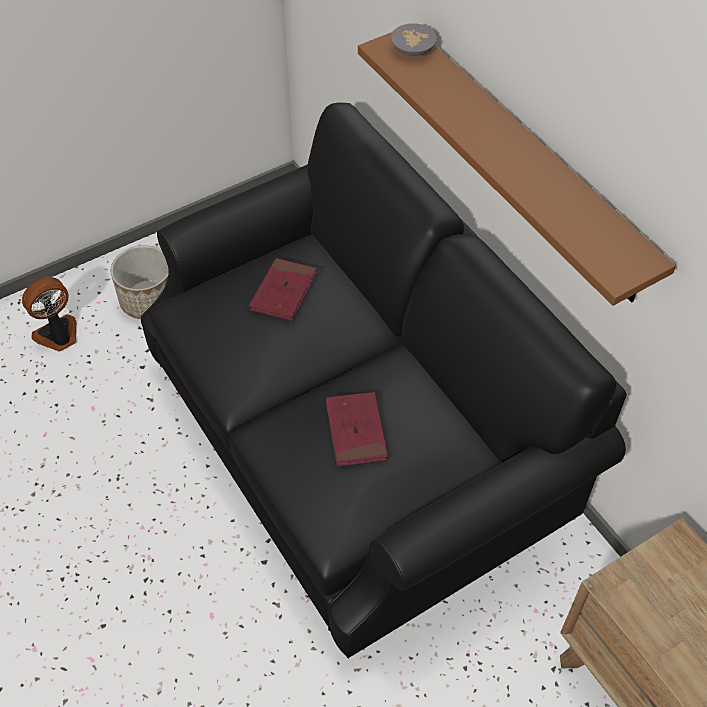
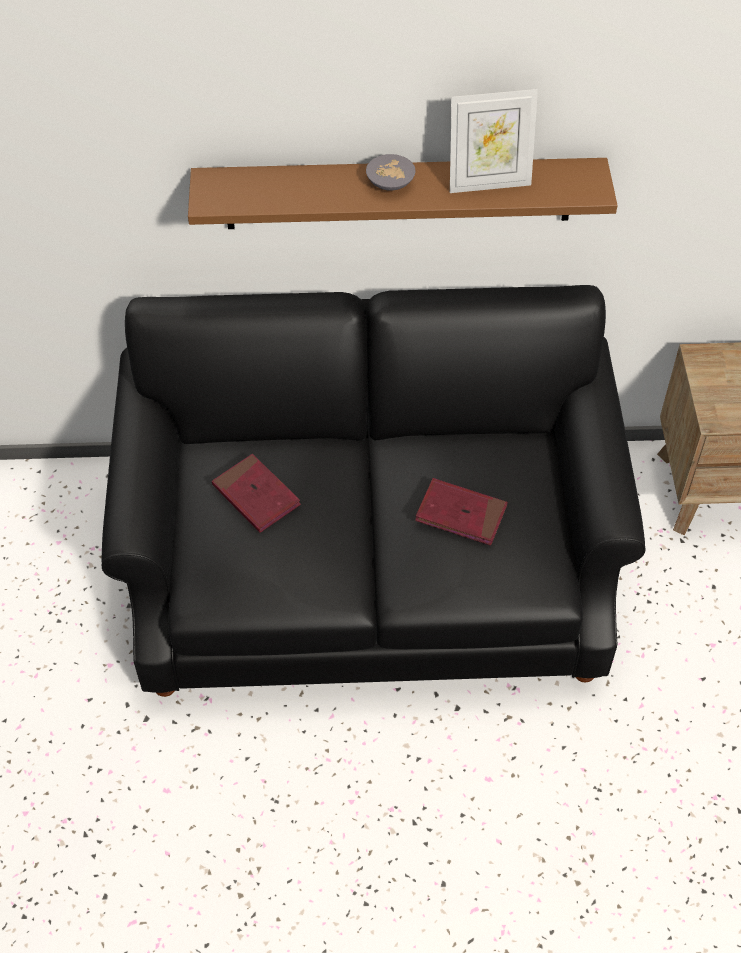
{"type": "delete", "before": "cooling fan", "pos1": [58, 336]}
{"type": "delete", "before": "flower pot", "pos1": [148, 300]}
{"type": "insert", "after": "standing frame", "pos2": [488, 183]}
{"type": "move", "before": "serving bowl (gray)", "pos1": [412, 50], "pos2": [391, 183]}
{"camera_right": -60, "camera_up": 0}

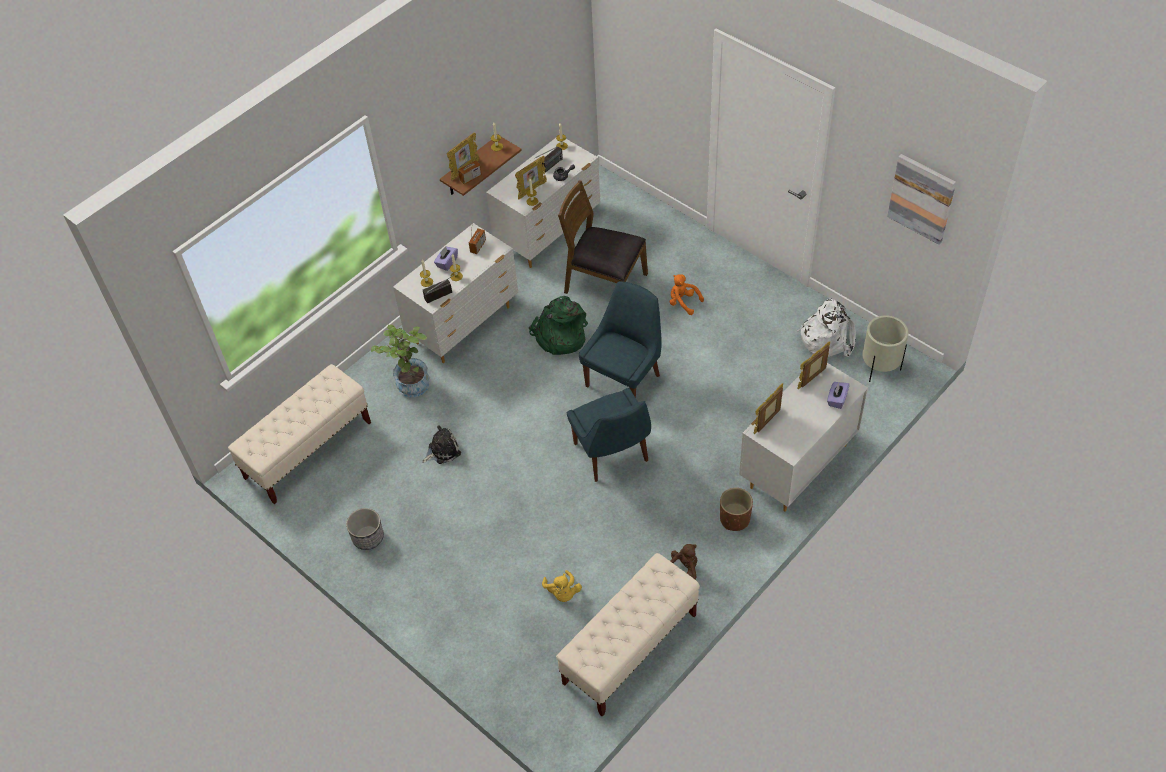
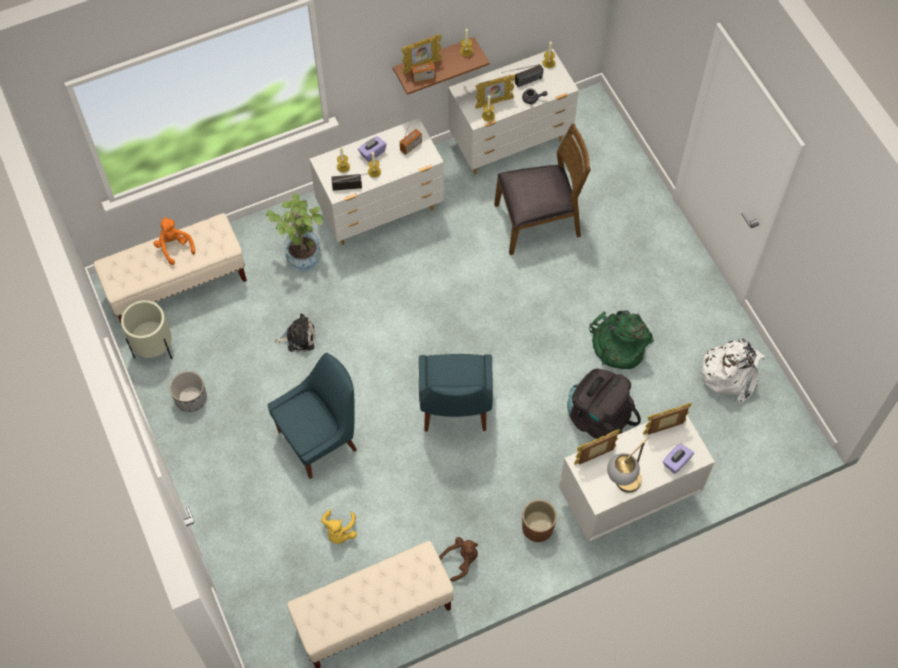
{"type": "delete", "before": "wall picture", "pos1": [922, 198]}
{"type": "insert", "after": "rucksack (blackish)", "pos2": [598, 418]}
{"type": "insert", "after": "lamp for a table", "pos2": [622, 487]}
{"type": "move", "before": "rucksack (greenish)", "pos1": [559, 336], "pos2": [618, 344]}
{"type": "move", "before": "upright chair (blue-coloured)", "pos1": [624, 379], "pos2": [320, 439]}
{"type": "move", "before": "soft toy (orange-coloured)", "pos1": [683, 302], "pos2": [174, 247]}
{"type": "move", "before": "flower pot (sand-coloured)", "pos1": [879, 368], "pos2": [154, 348]}
{"type": "rotate", "before": "upright chair (brown)", "pos1": [604, 284], "pos2": [538, 221], "turn": 120}
{"camera_right": 20, "camera_up": 10}

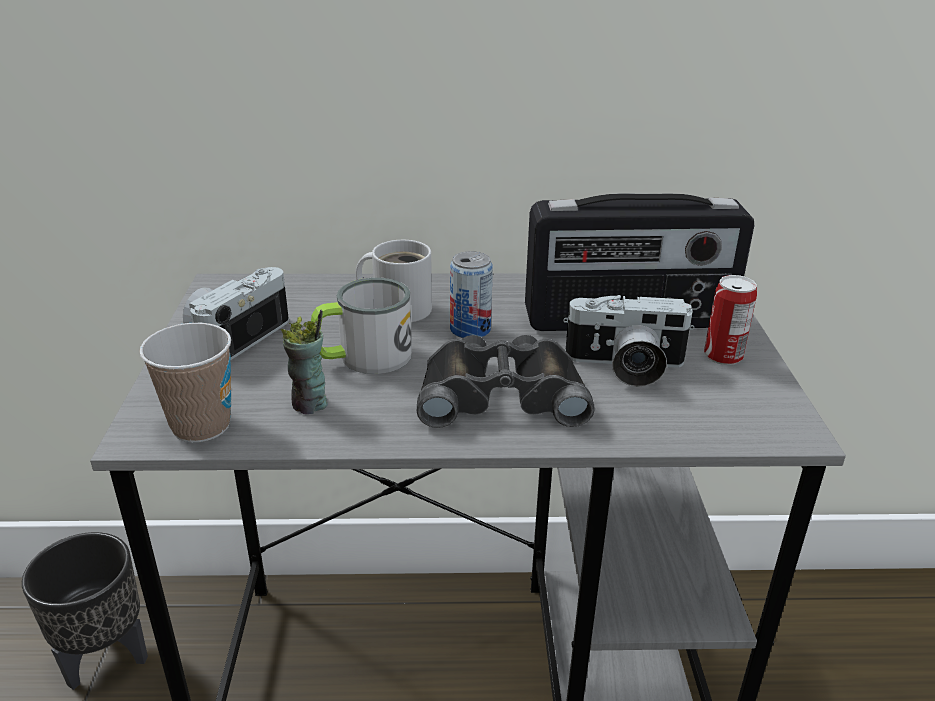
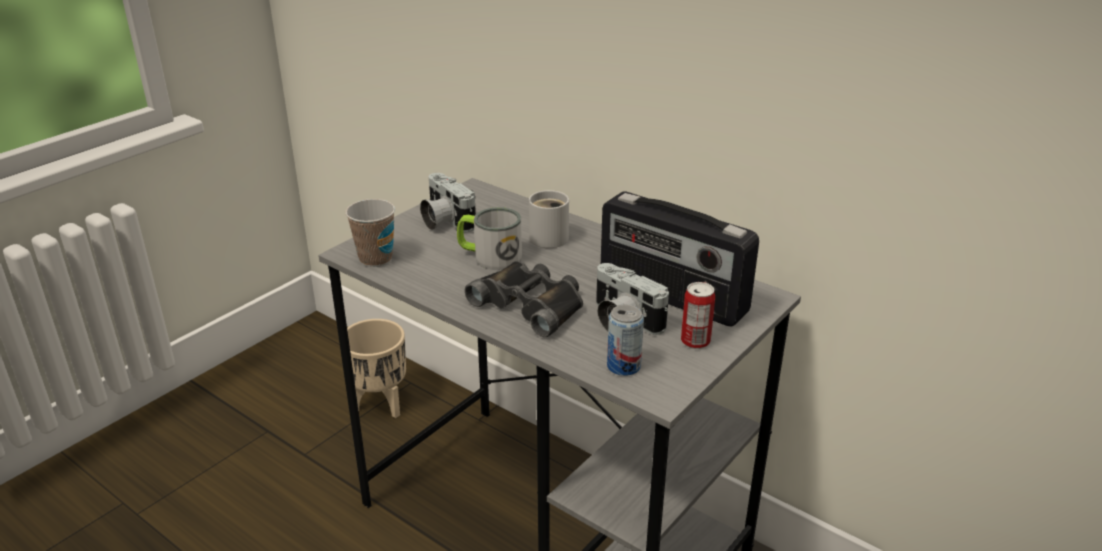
{"type": "delete", "before": "cup", "pos1": [310, 404]}
{"type": "move", "before": "metal can", "pos1": [470, 329], "pos2": [623, 366]}
{"type": "recolor", "before": "flower pot (blackish)", "after": "flower pot (sand-coloured)", "pos1": [106, 657], "pos2": [381, 404]}
{"type": "rotate", "before": "still camera", "pos1": [235, 337], "pos2": [444, 221], "turn": -105}
{"camera_right": 40, "camera_up": 0}

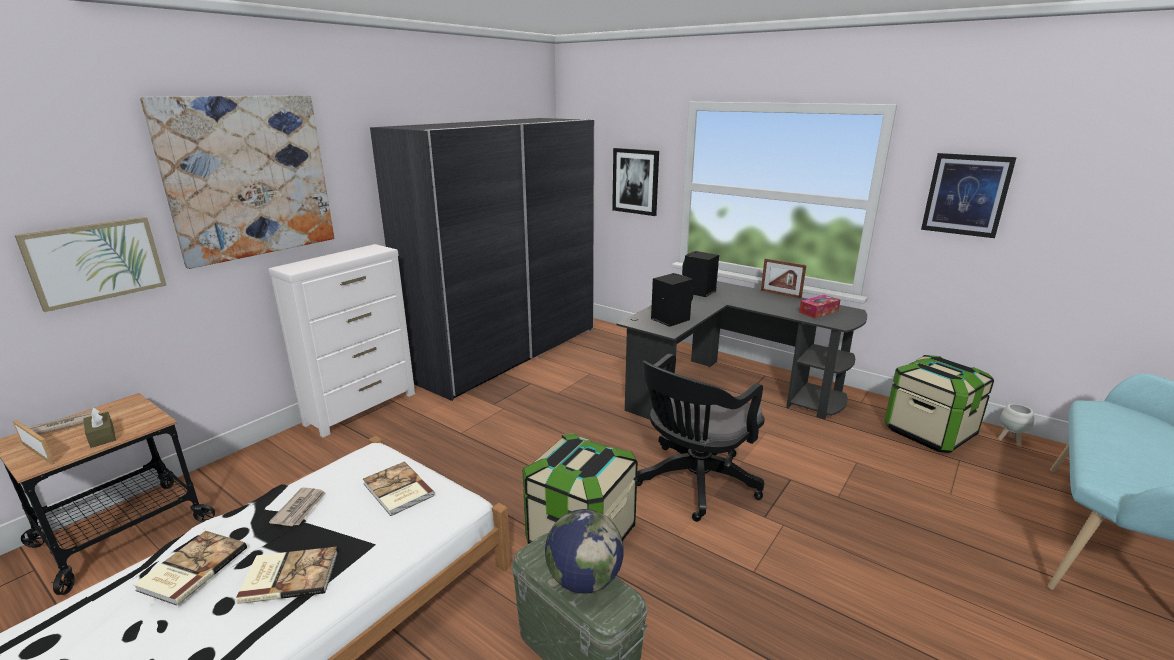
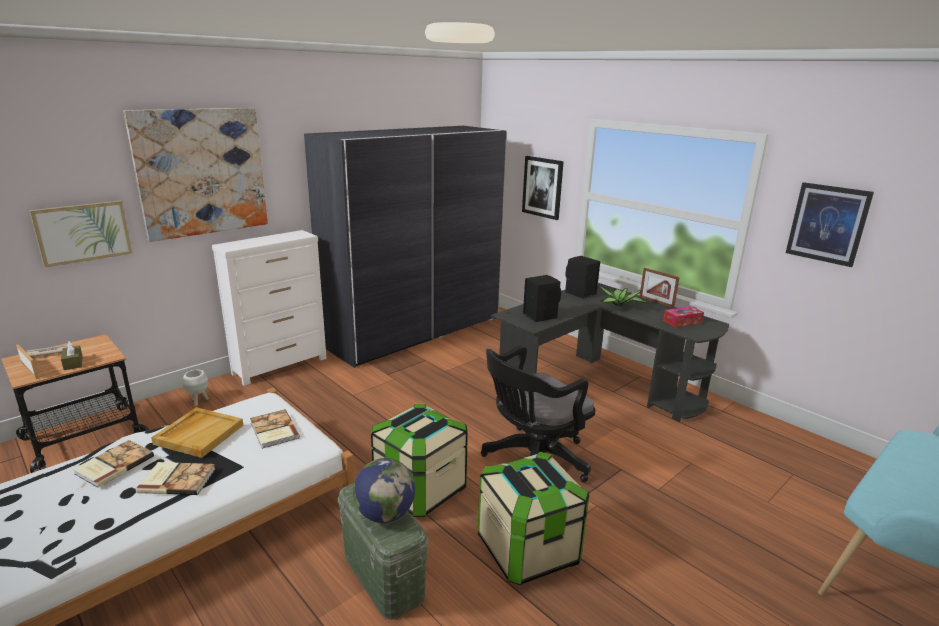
{"type": "insert", "after": "plant in a pot", "pos2": [619, 306]}
{"type": "move", "before": "storage box", "pos1": [928, 432], "pos2": [528, 549]}
{"type": "move", "before": "flower pot (white-coloured)", "pos1": [1009, 440], "pos2": [199, 401]}
{"type": "replace", "before": "daily paper", "after": "tray (sand-coloured)", "pos1": [300, 508], "pos2": [199, 434]}
{"camera_right": 10, "camera_up": 0}

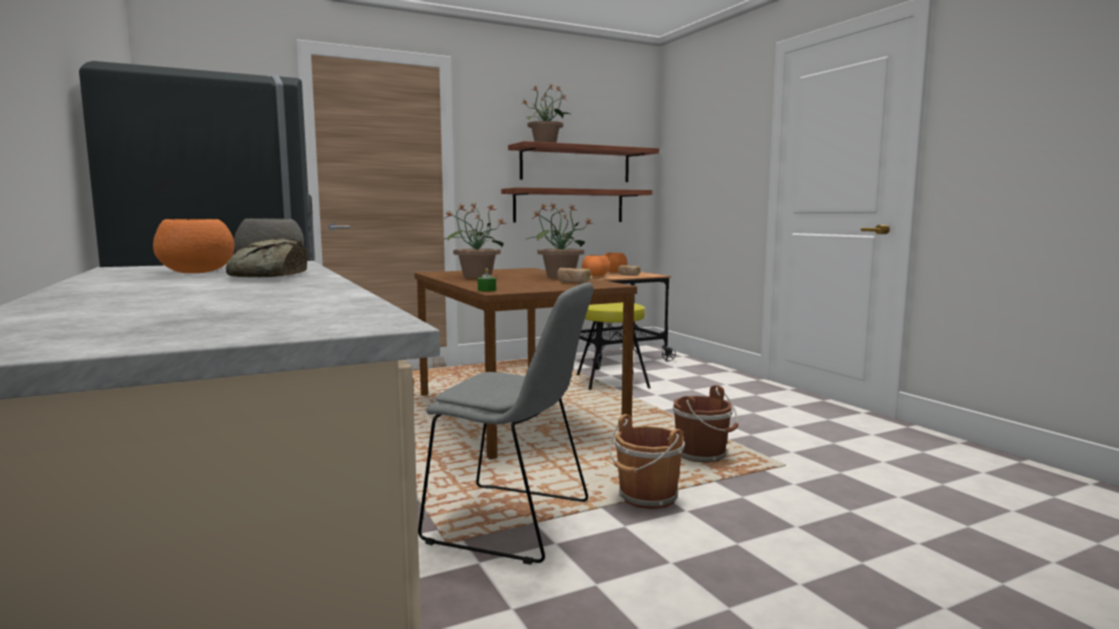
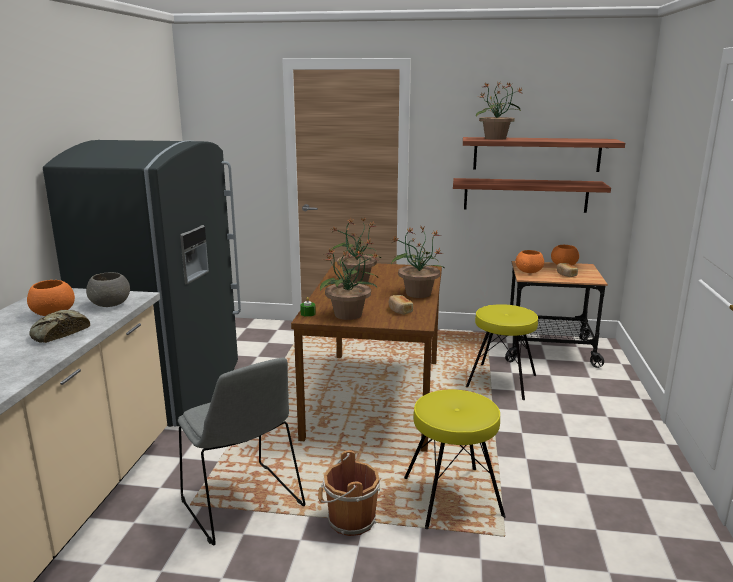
{"type": "insert", "after": "plant in a pot", "pos2": [349, 315]}
{"type": "replace", "before": "water bucket (brown)", "after": "stool seat (yellowish)", "pos1": [703, 455], "pos2": [452, 496]}
{"camera_right": 35, "camera_up": 10}

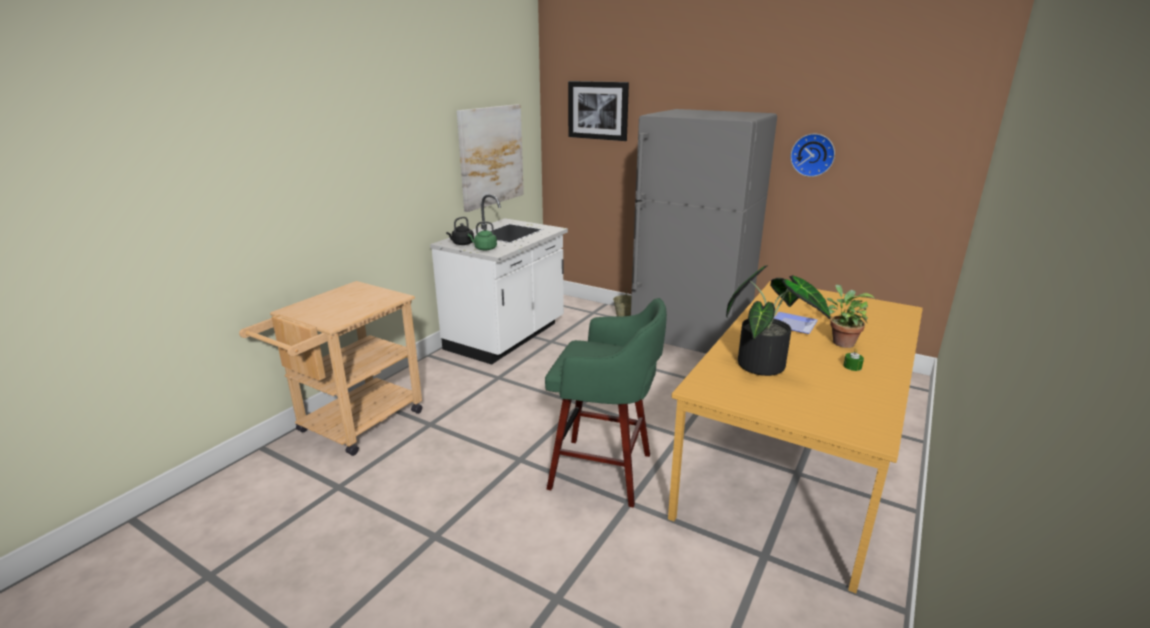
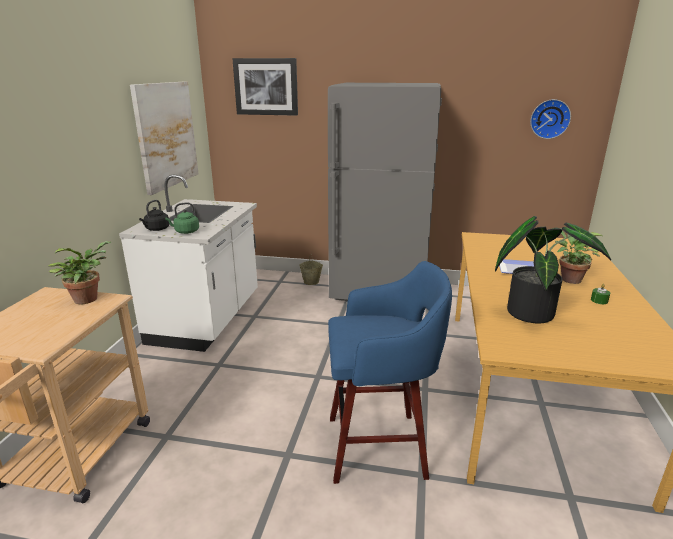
{"type": "insert", "after": "plant in a pot", "pos2": [88, 298]}
{"type": "move", "before": "hanging clock", "pos1": [813, 154], "pos2": [549, 119]}
{"type": "recolor", "before": "stool seat (greenish)", "after": "stool seat (blue-coloured)", "pos1": [604, 472], "pos2": [380, 446]}
{"camera_right": -20, "camera_up": 0}

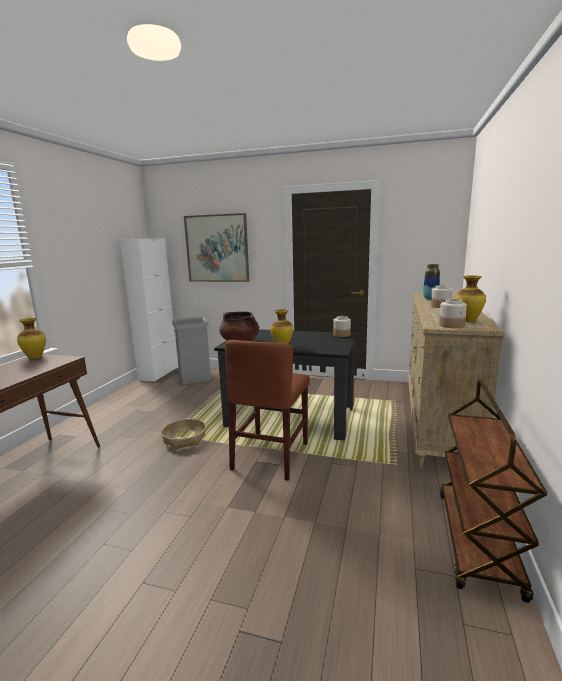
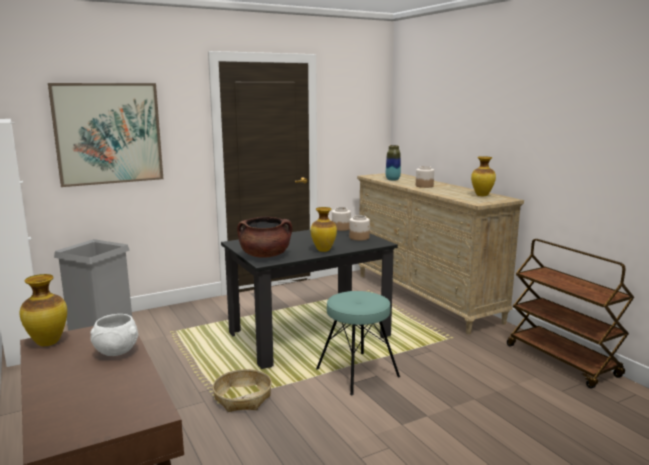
{"type": "insert", "after": "serving bowl (white-coloured)", "pos2": [117, 353]}
{"type": "move", "before": "jar", "pos1": [452, 325], "pos2": [359, 237]}
{"type": "replace", "before": "upright chair (brown)", "after": "stool seat (blue-green)", "pos1": [271, 456], "pos2": [357, 372]}
{"camera_right": -45, "camera_up": 0}

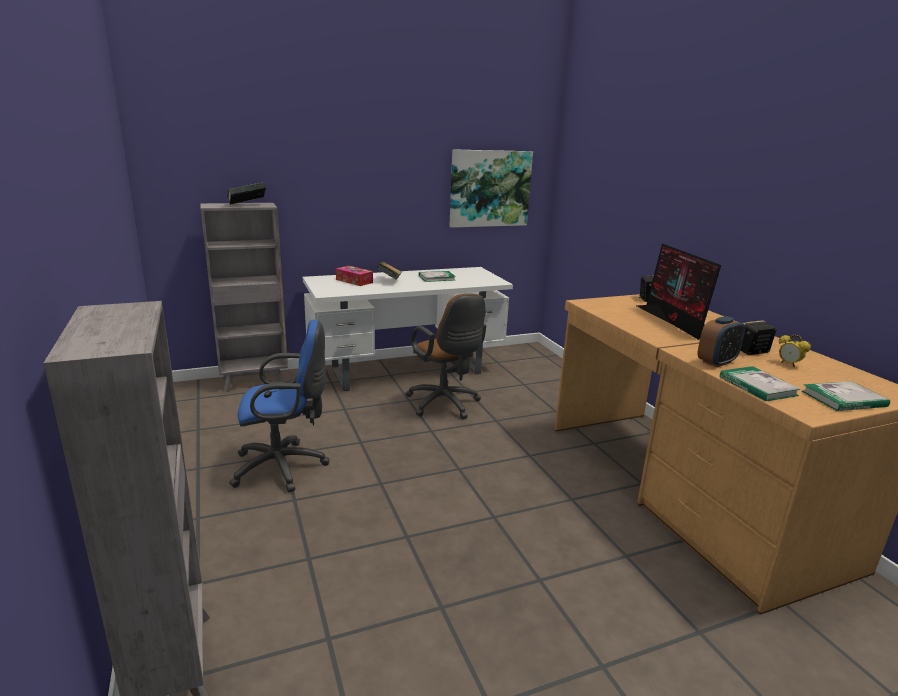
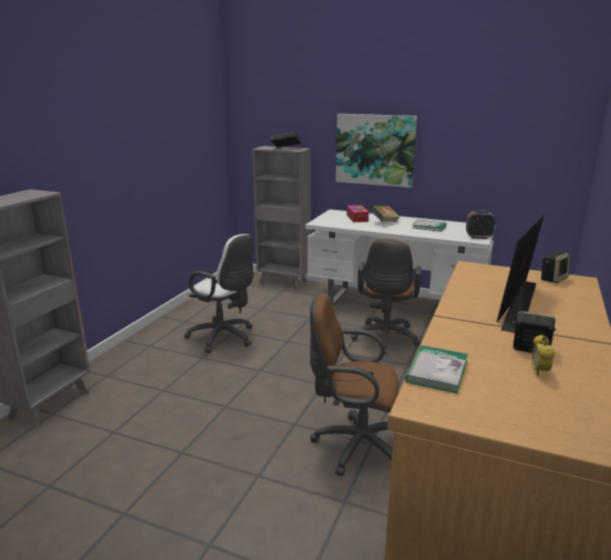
{"type": "delete", "before": "bound book", "pos1": [844, 399]}
{"type": "insert", "after": "computer chair (brown)", "pos2": [354, 445]}
{"type": "move", "before": "wall picture", "pos1": [490, 188], "pos2": [375, 150]}
{"type": "move", "before": "table clock", "pos1": [716, 362], "pos2": [479, 237]}
{"type": "recolor", "before": "computer chair (blue-coloured)", "after": "computer chair (white-coloured)", "pos1": [284, 467], "pos2": [224, 338]}
{"camera_right": 45, "camera_up": 0}

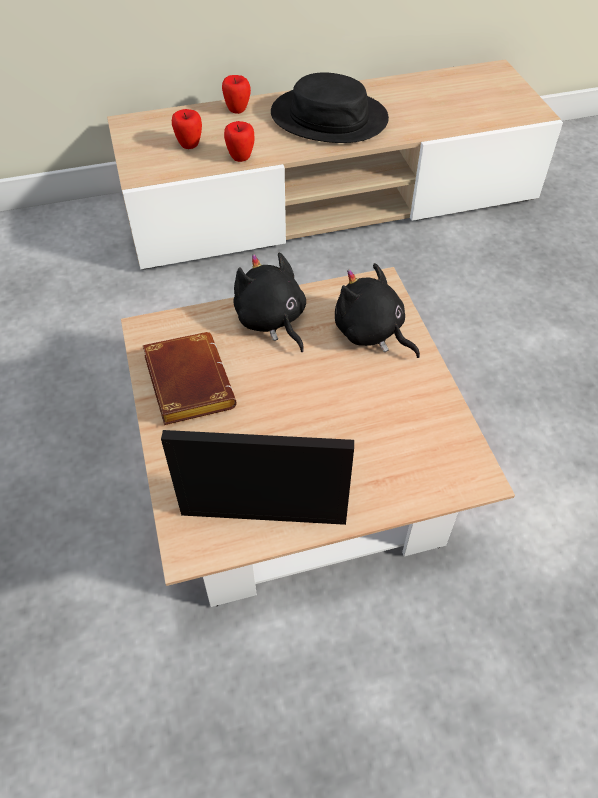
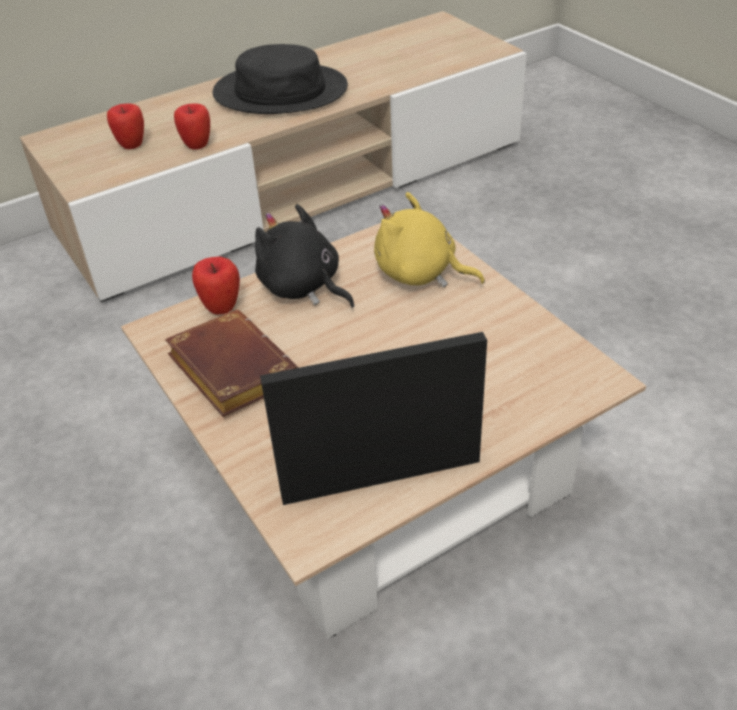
{"type": "move", "before": "apple", "pos1": [237, 110], "pos2": [221, 307]}
{"type": "recolor", "before": "soft toy (blackish)", "after": "soft toy (yellowish)", "pos1": [371, 333], "pos2": [420, 273]}
{"camera_right": -15, "camera_up": -10}

